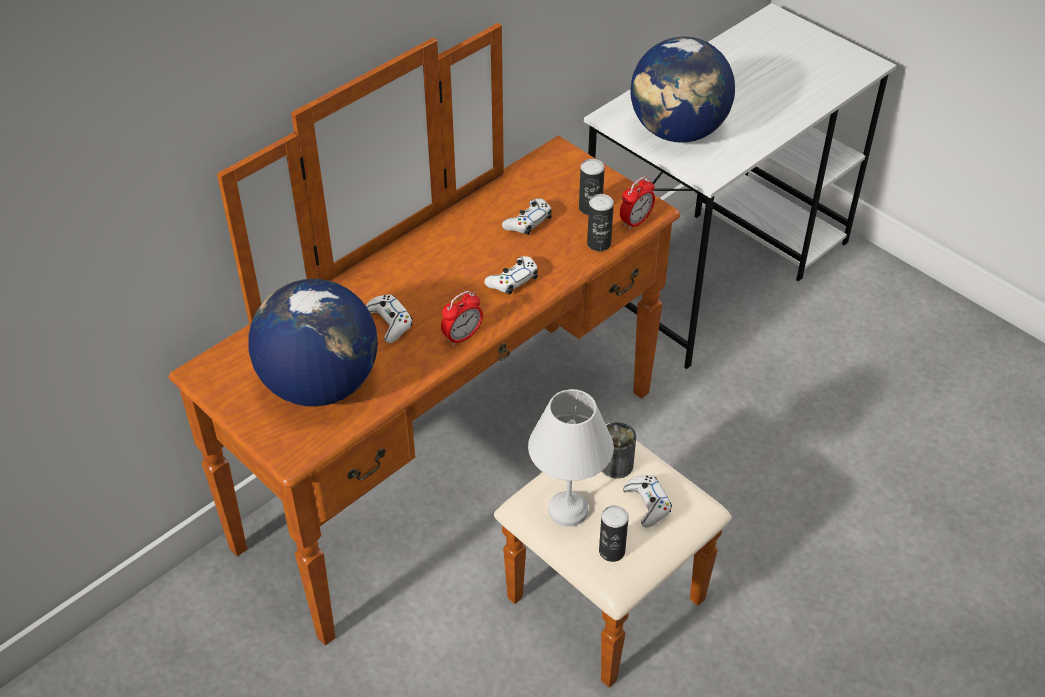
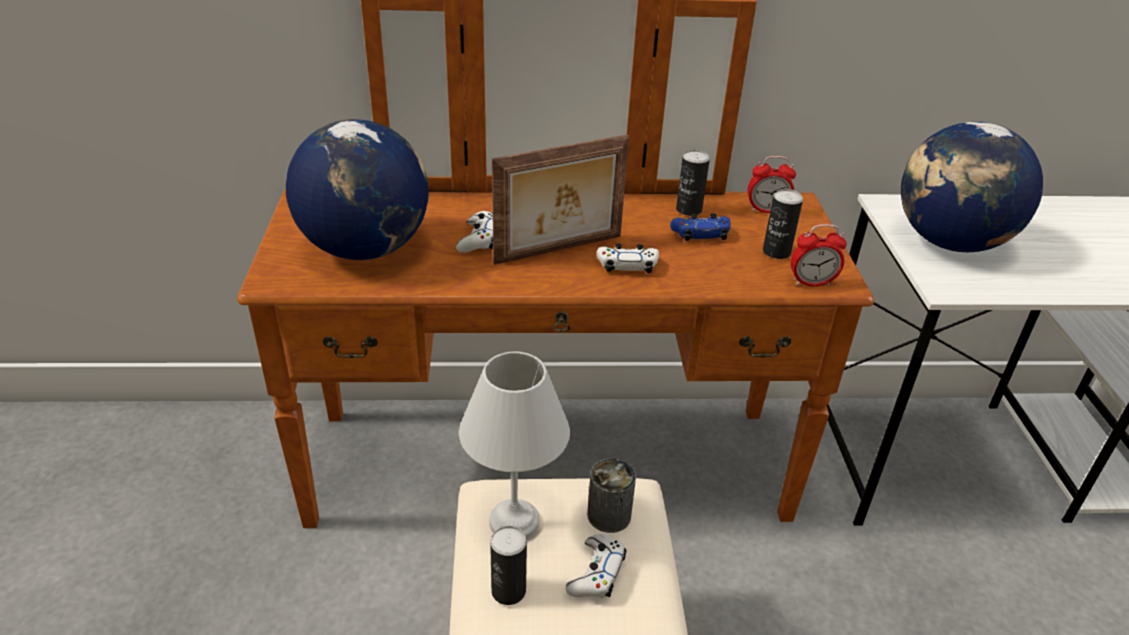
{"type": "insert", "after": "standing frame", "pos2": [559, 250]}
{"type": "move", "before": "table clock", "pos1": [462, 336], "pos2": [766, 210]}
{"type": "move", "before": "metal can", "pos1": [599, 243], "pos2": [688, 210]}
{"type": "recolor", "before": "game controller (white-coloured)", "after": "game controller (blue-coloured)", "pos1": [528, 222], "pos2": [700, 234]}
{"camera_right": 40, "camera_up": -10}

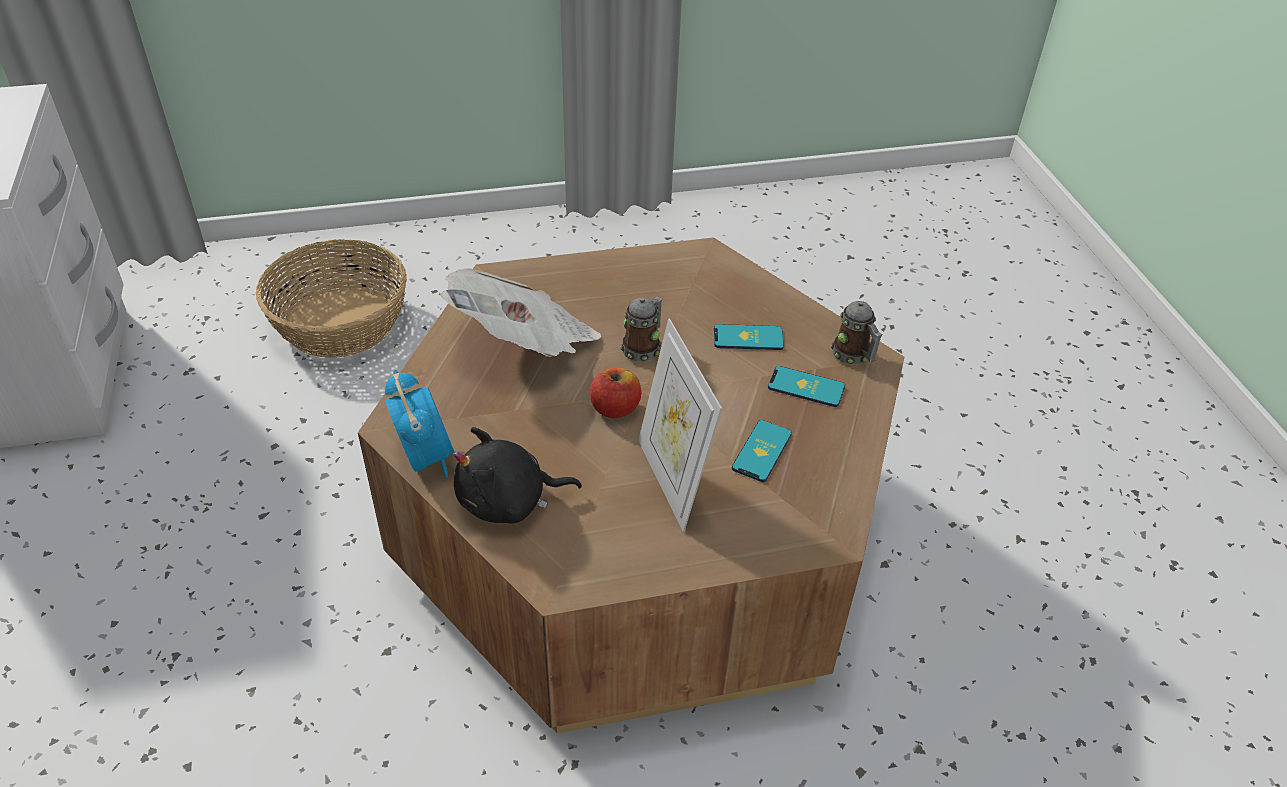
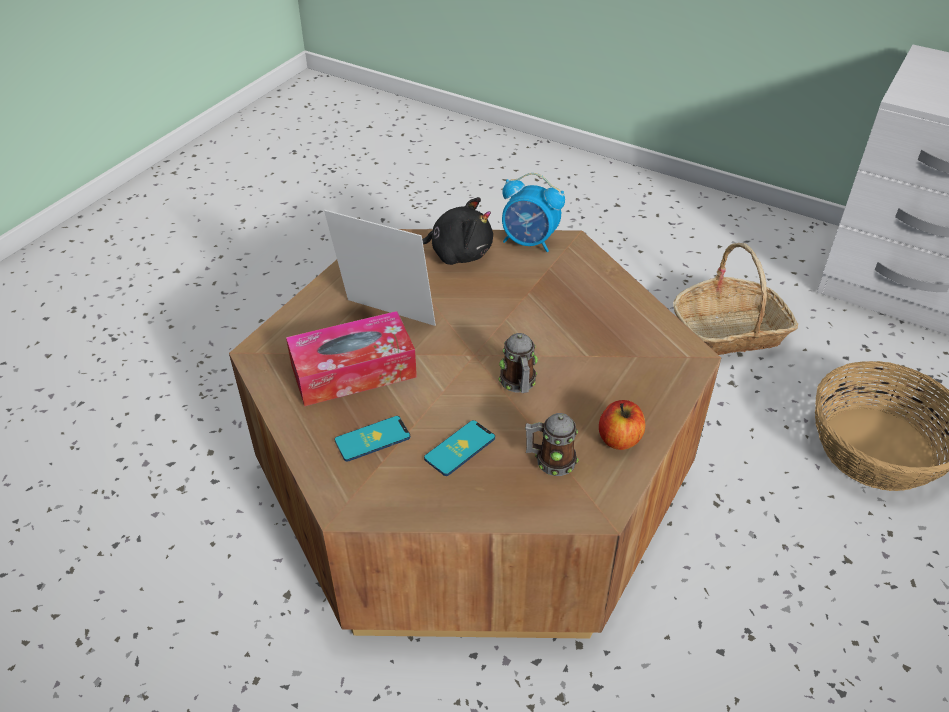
{"type": "delete", "before": "daily paper", "pos1": [525, 343]}
{"type": "insert", "after": "basket", "pos2": [729, 332]}
{"type": "move", "before": "apple", "pos1": [615, 408], "pos2": [619, 439]}
{"type": "move", "before": "mug", "pos1": [854, 356], "pos2": [550, 461]}
{"type": "replace", "before": "phone", "after": "tissue holder", "pos1": [762, 451], "pos2": [353, 371]}
{"type": "rotate", "before": "soft toy (blackish)", "pos1": [509, 502], "pos2": [456, 253], "turn": 60}
{"camera_right": 135, "camera_up": 0}

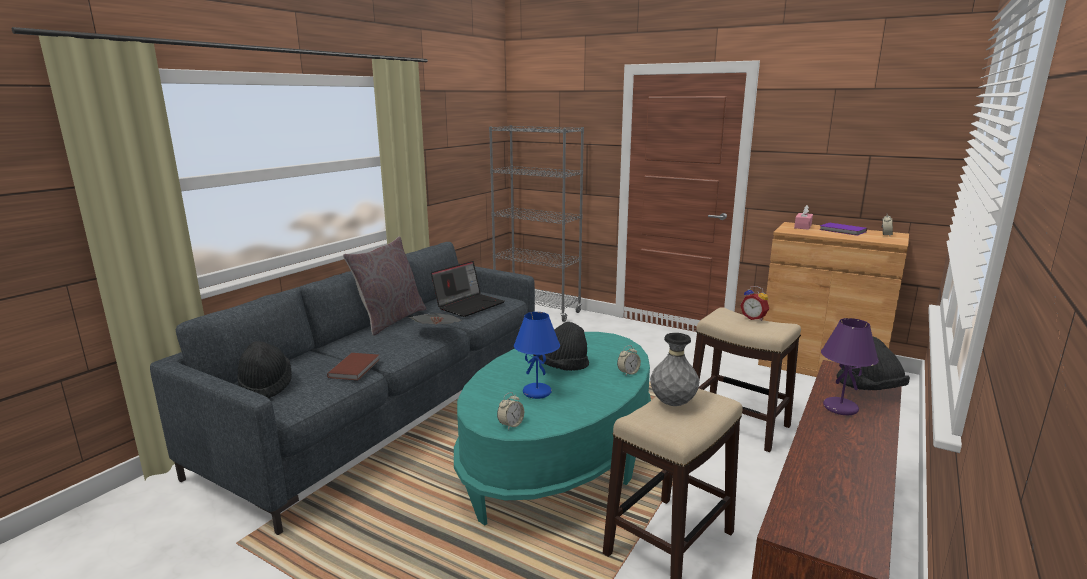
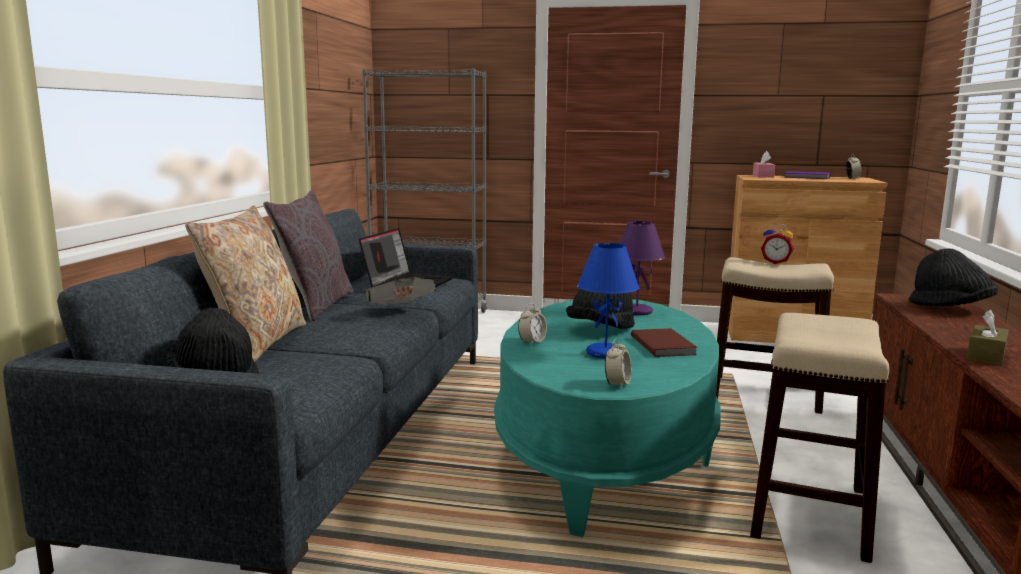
{"type": "delete", "before": "flower vase (gray)", "pos1": [672, 403]}
{"type": "insert", "after": "cushion (sand-coloured)", "pos2": [256, 343]}
{"type": "insert", "after": "tissue holder (brown)", "pos2": [986, 355]}
{"type": "move", "before": "bound book (brown)", "pos1": [356, 368], "pos2": [664, 345]}
{"type": "move", "before": "table clock", "pos1": [628, 373], "pos2": [532, 342]}
{"type": "move", "before": "lamp for a table (purple)", "pos1": [839, 408], "pos2": [636, 311]}
{"camera_right": -20, "camera_up": -5}

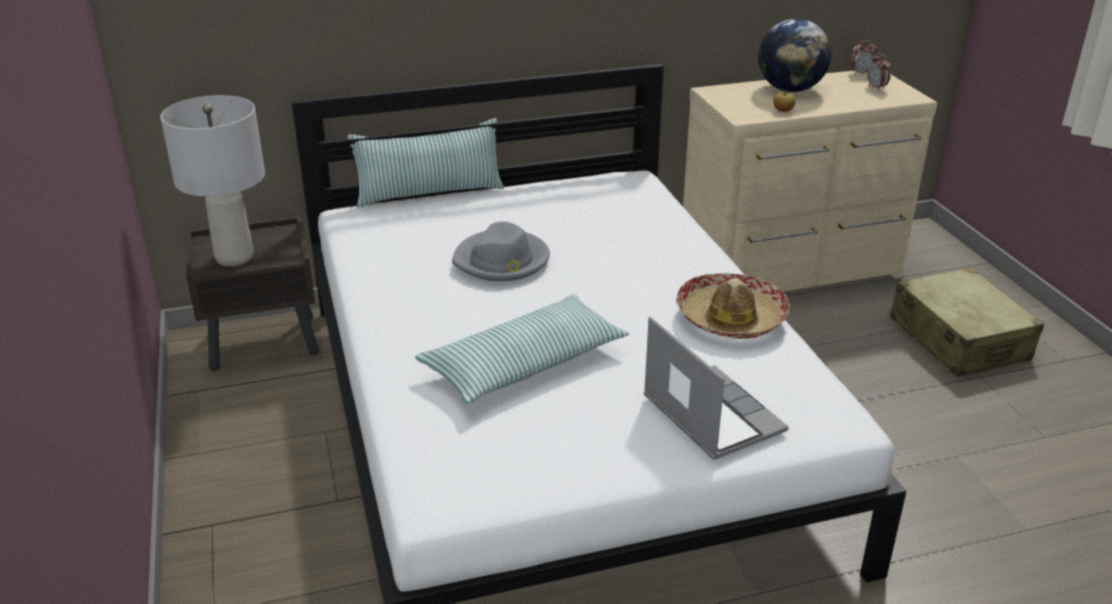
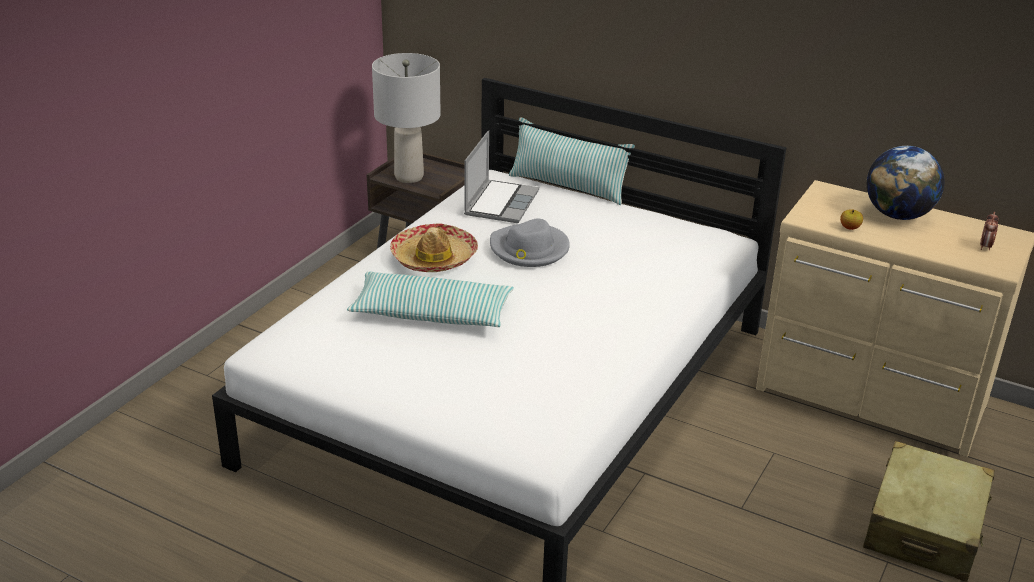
{"type": "delete", "before": "table clock", "pos1": [860, 73]}
{"type": "move", "before": "portable computer", "pos1": [710, 414], "pos2": [500, 203]}
{"type": "move", "before": "clothing hat", "pos1": [731, 318], "pos2": [434, 258]}
{"camera_right": 45, "camera_up": 0}

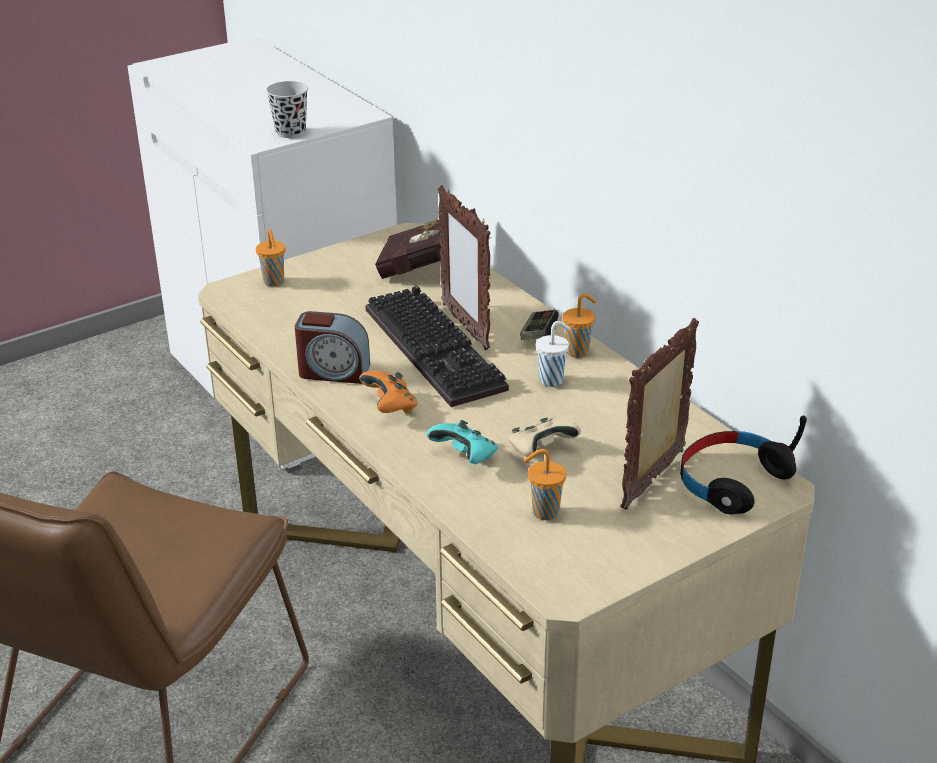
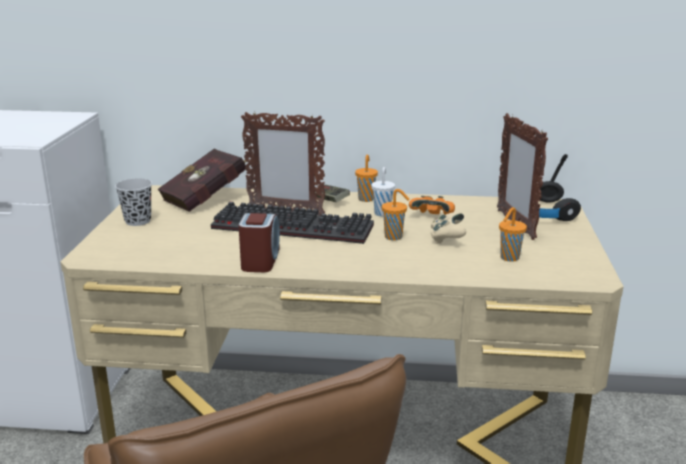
{"type": "delete", "before": "game controller (blue-green)", "pos1": [465, 457]}
{"type": "move", "before": "cup (orange-coloured)", "pos1": [274, 282], "pos2": [394, 237]}
{"type": "move", "before": "cup (blackish)", "pos1": [290, 132], "pos2": [138, 221]}
{"type": "move", "before": "game controller (orange-coloured)", "pos1": [390, 407], "pos2": [433, 217]}
{"type": "rotate", "before": "table clock", "pos1": [333, 371], "pos2": [260, 260], "turn": -45}
{"camera_right": -50, "camera_up": -10}

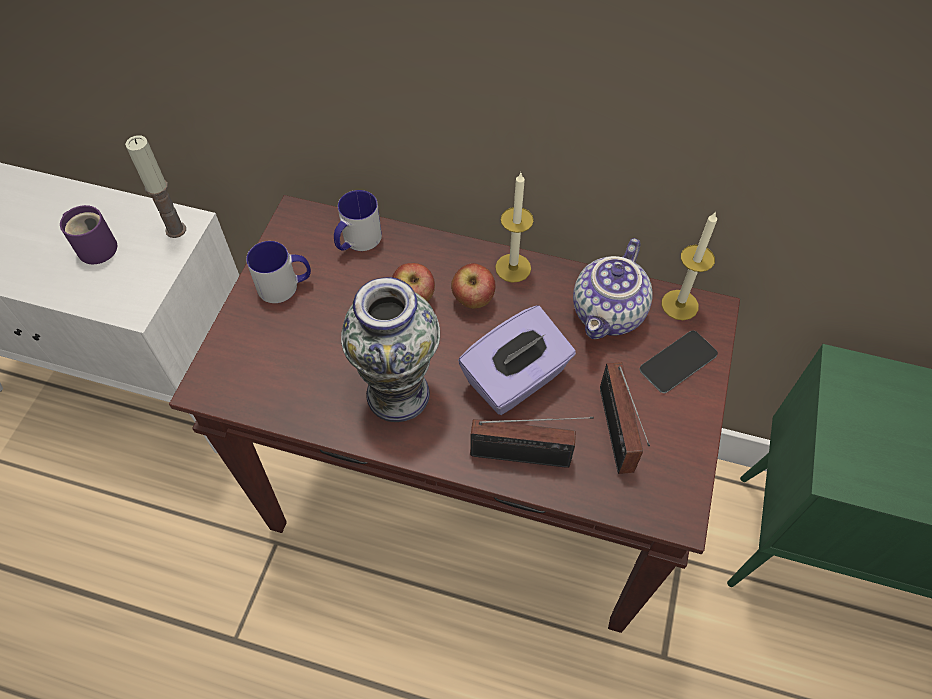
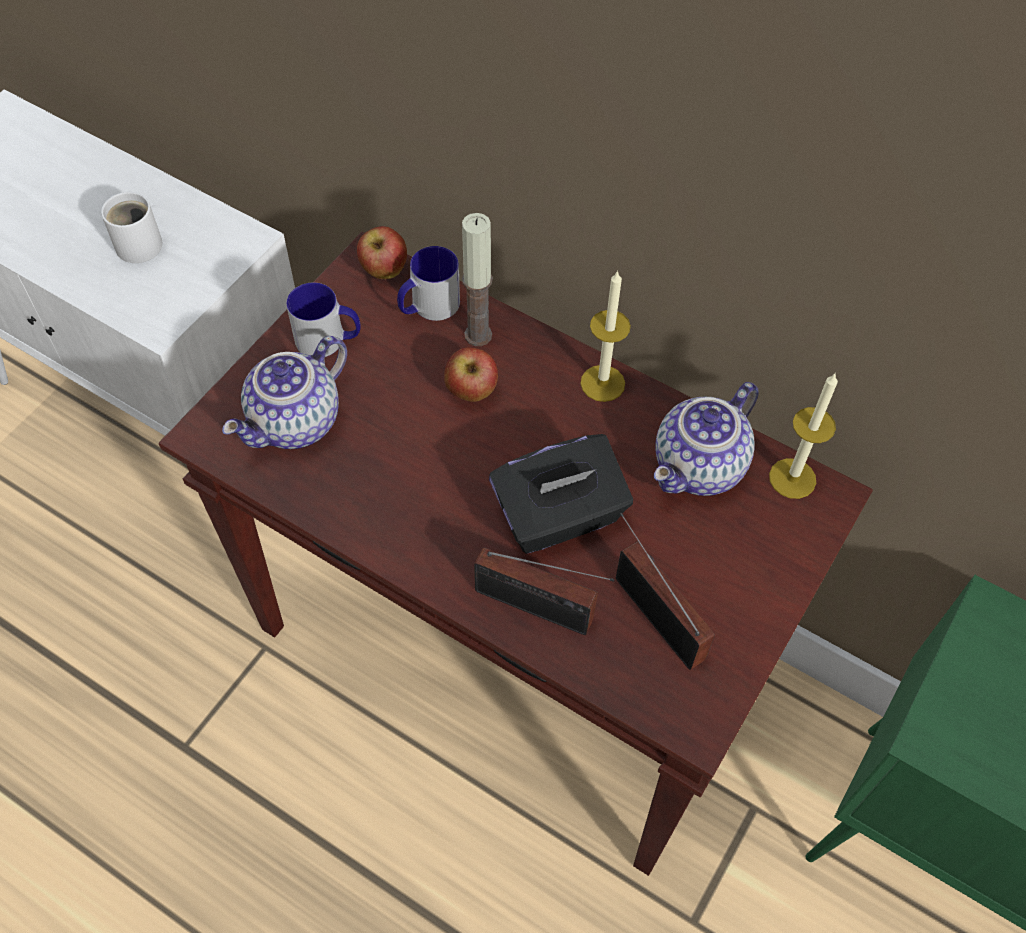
{"type": "delete", "before": "flower vase", "pos1": [397, 393]}
{"type": "delete", "before": "phone", "pos1": [678, 362]}
{"type": "insert", "after": "pot for tea", "pos2": [296, 423]}
{"type": "move", "before": "wax candle", "pos1": [175, 230], "pos2": [478, 335]}
{"type": "move", "before": "apple", "pos1": [473, 300], "pos2": [384, 271]}
{"type": "recolor", "before": "mug (purple)", "after": "mug (white-coloured)", "pos1": [96, 246], "pos2": [138, 242]}
{"type": "recolor", "before": "tissue holder (purple)", "after": "tissue holder (blackish)", "pos1": [516, 379], "pos2": [559, 517]}
{"type": "rotate", "before": "radio receiver", "pos1": [616, 434], "pos2": [656, 612], "turn": 135}
{"camera_right": 15, "camera_up": 0}

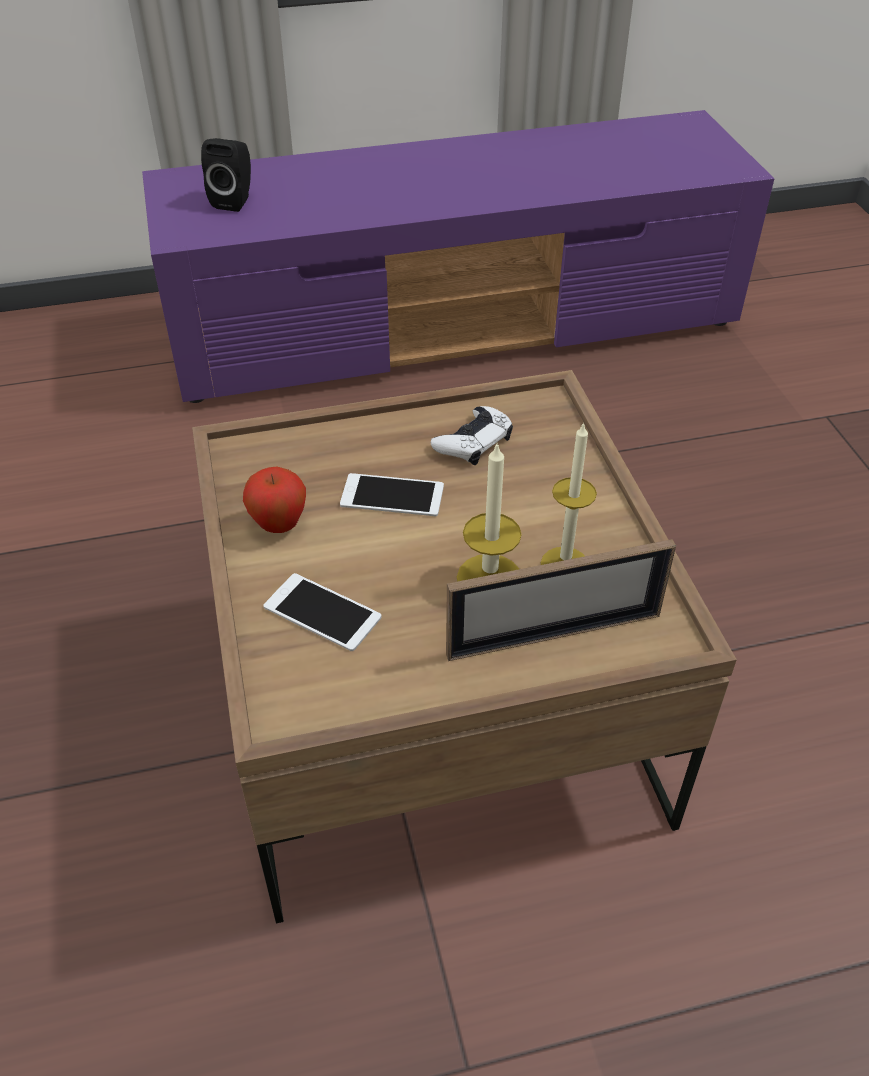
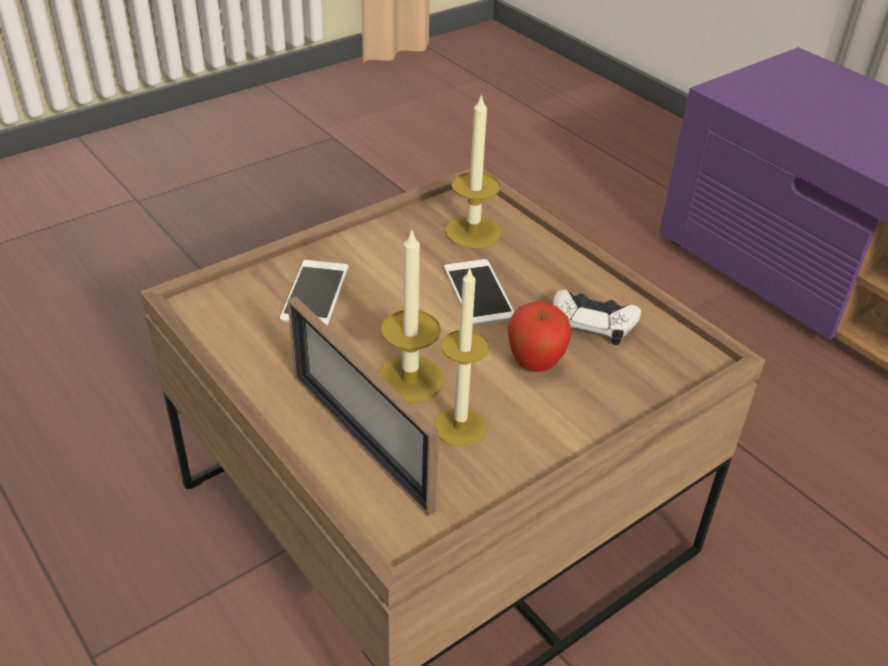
{"type": "delete", "before": "speaker (blackish)", "pos1": [235, 201]}
{"type": "insert", "after": "wax candle", "pos2": [473, 232]}
{"type": "move", "before": "apple", "pos1": [279, 525], "pos2": [535, 364]}
{"camera_right": 65, "camera_up": -5}

